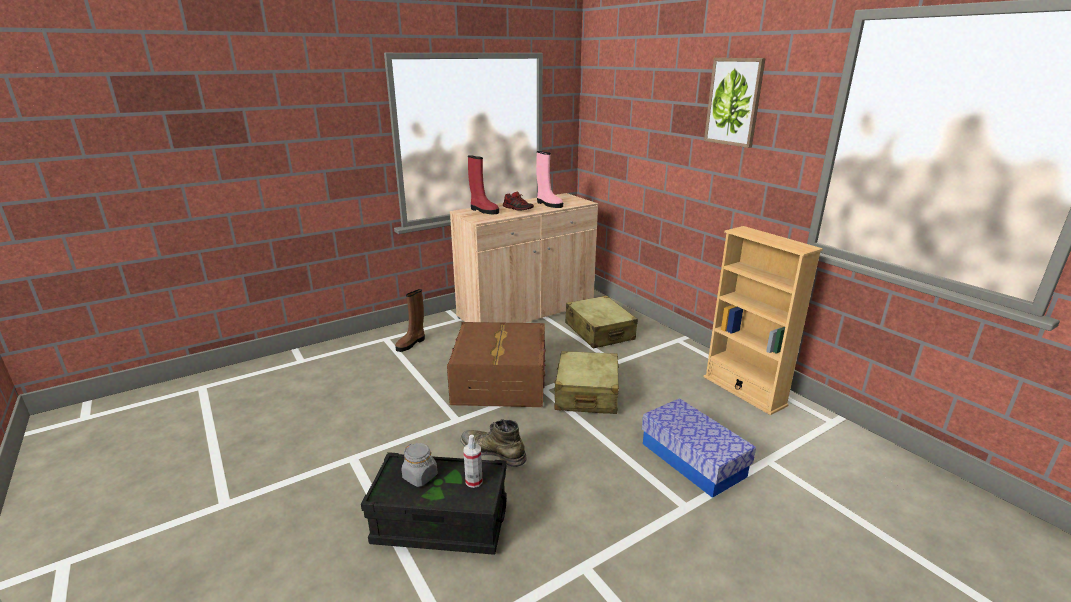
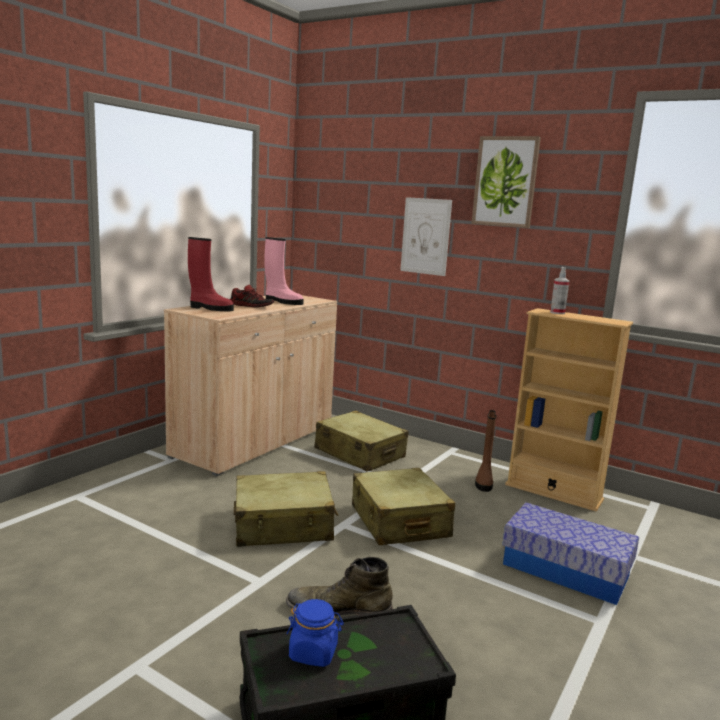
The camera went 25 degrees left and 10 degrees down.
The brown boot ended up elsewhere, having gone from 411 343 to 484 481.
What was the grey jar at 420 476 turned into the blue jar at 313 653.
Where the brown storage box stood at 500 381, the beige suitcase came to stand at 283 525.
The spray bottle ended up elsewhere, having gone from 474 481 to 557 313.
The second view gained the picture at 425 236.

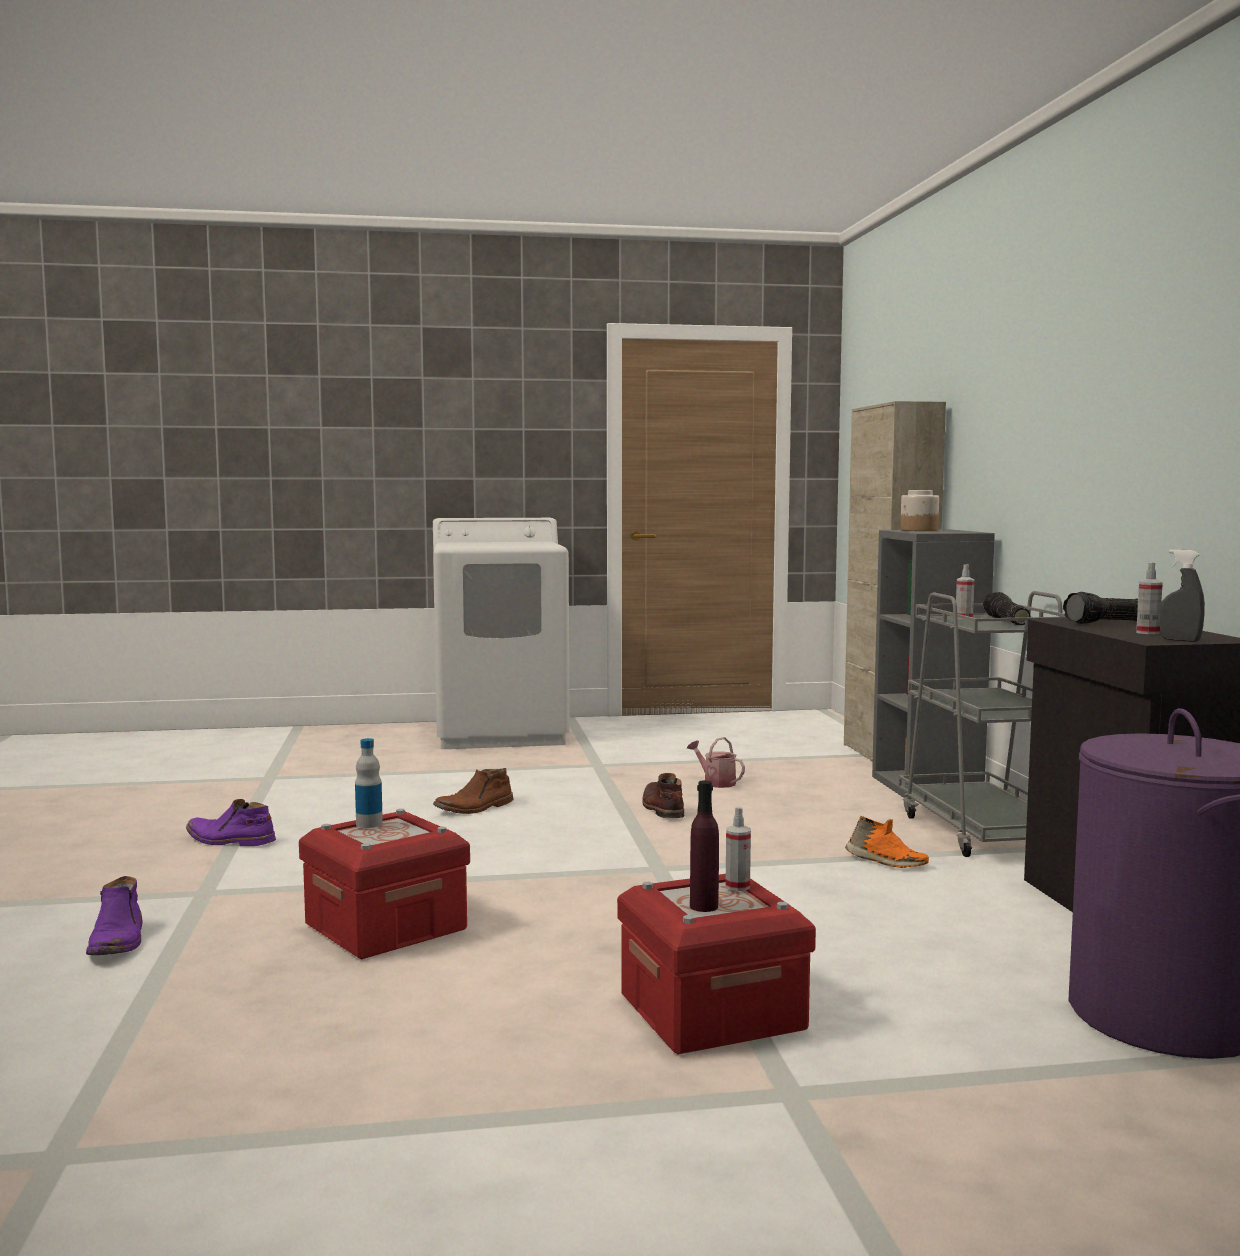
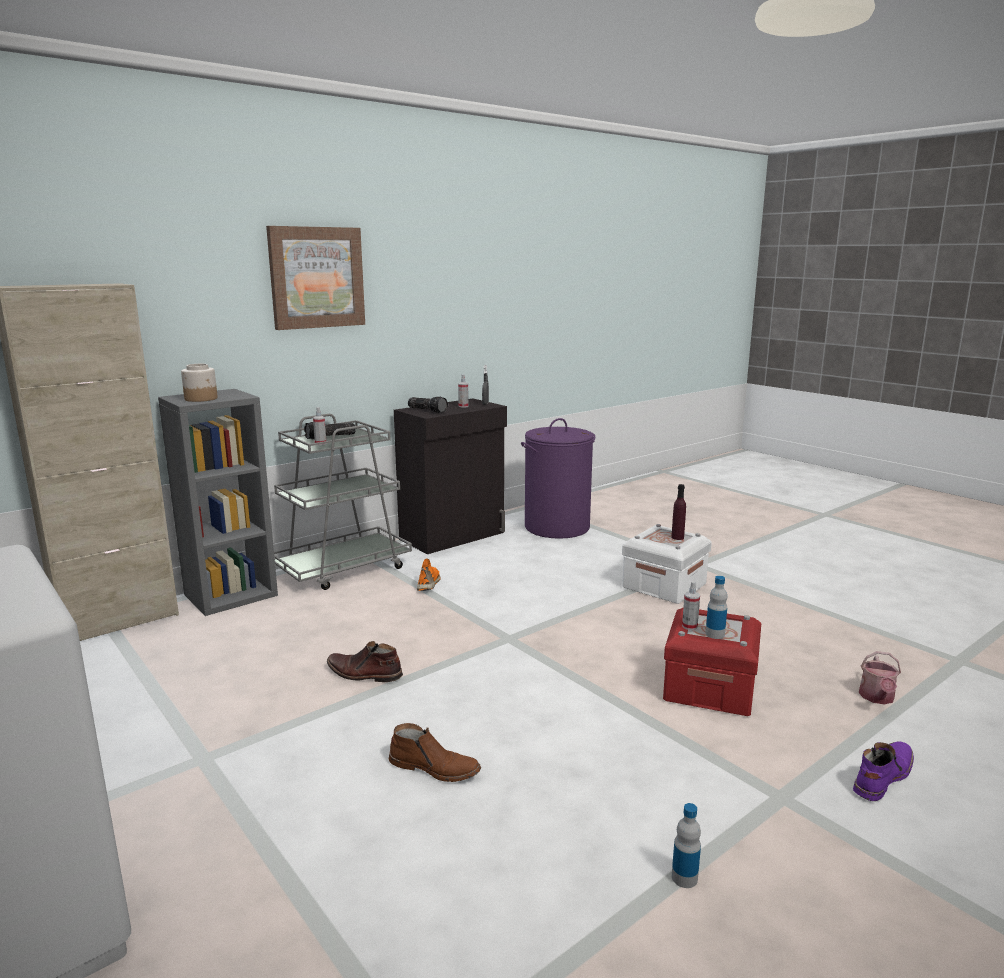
The camera went 120 degrees left and 10 degrees up.
Where the purple boot stood at 229 840, the bottle came to stand at 684 878.
What was the red storage box at 712 1012 turned into the white storage box at 664 585.
The brown boot at 662 808 ended up facing another way, 60 degrees clockwise from before.
The watering can ended up elsewhere, having gone from 716 782 to 877 698.
The spray bottle ended up elsewhere, having gone from 737 886 to 689 626.
The second view gained the picture at 316 277.

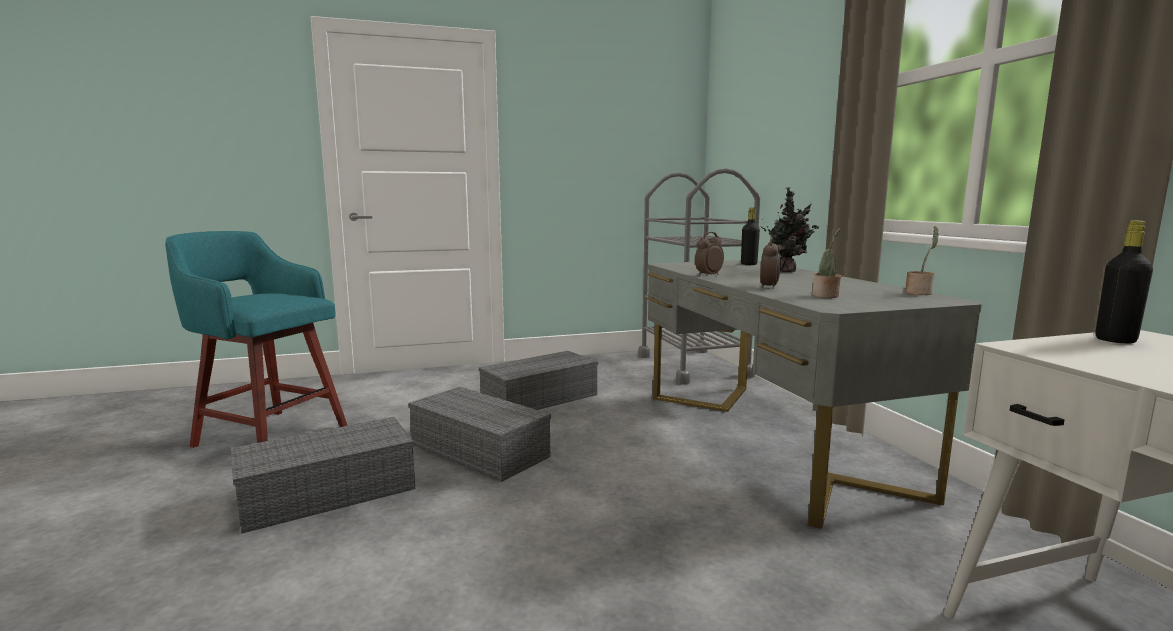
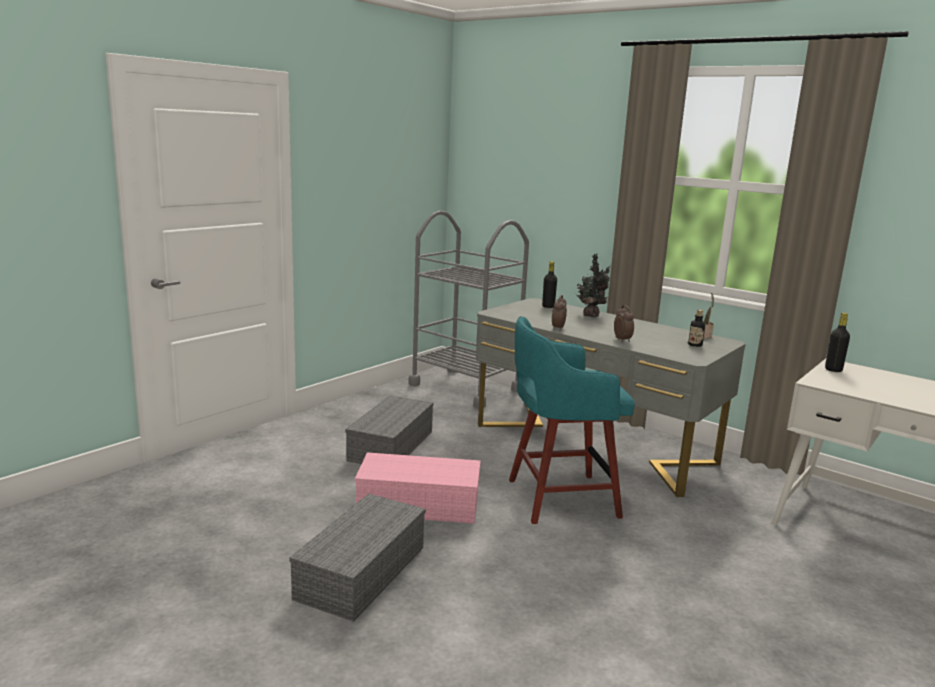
The camera went 35 degrees left and 5 degrees up.
The turquoise stool ended up elsewhere, having gone from 268 435 to 558 498.
What was the grey storage box at 482 450 turned into the pink storage box at 420 503.
The second view lost the potted plant at 826 296.
The second view gained the bottle at 695 345.

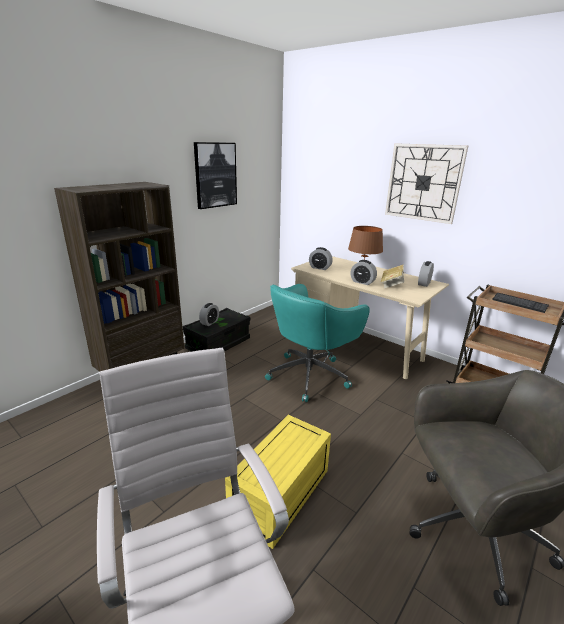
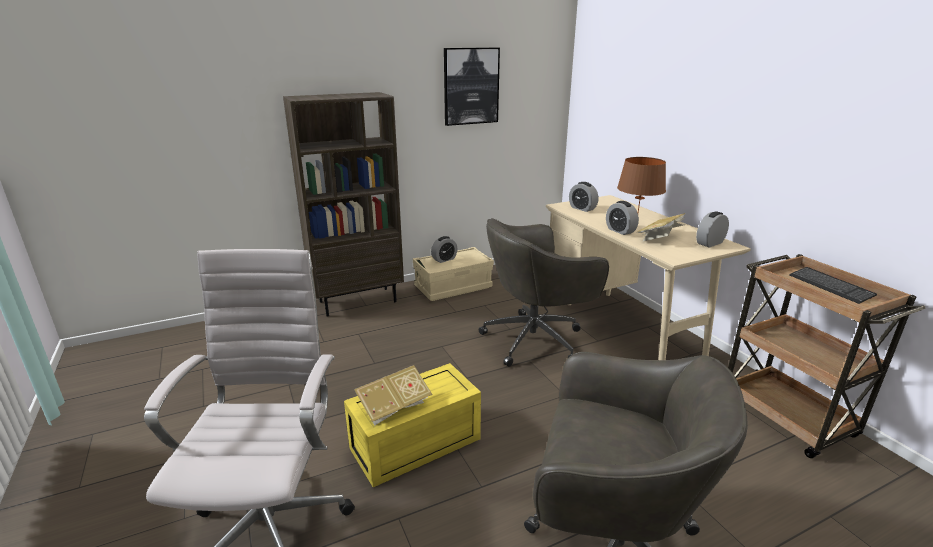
The camera went 25 degrees right and 0 degrees up.
What was the black storage box at 218 344 turned into the beige storage box at 453 287.
What was the turquoise office chair at 310 375 turned into the grey office chair at 536 339.
The second view lost the wall clock at 423 182.
The second view gained the book at 394 407.

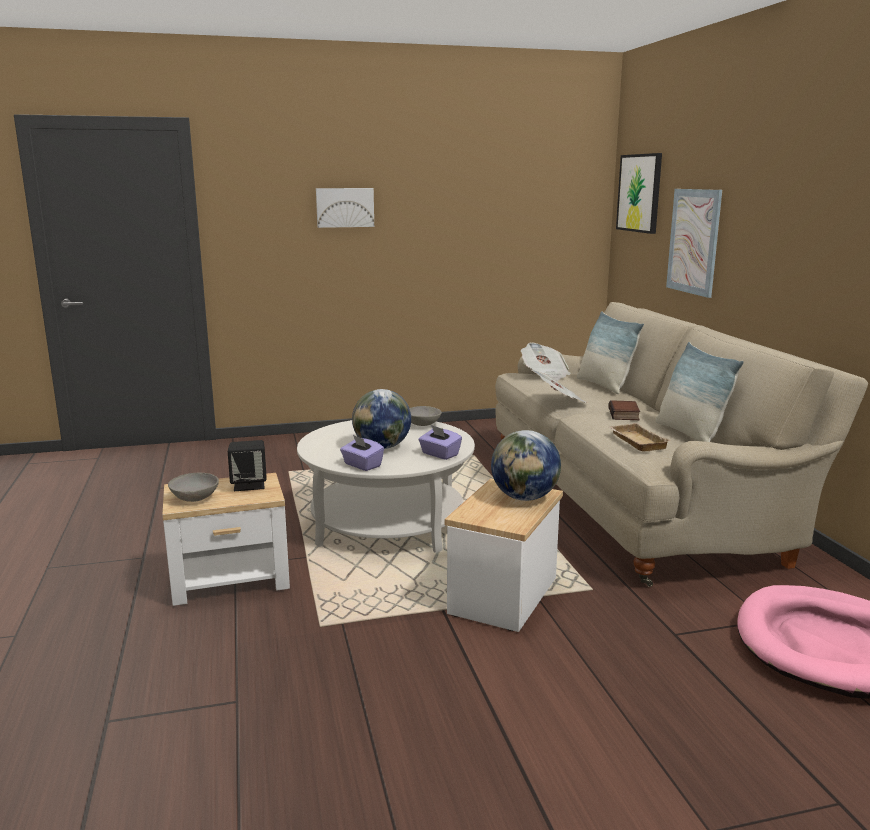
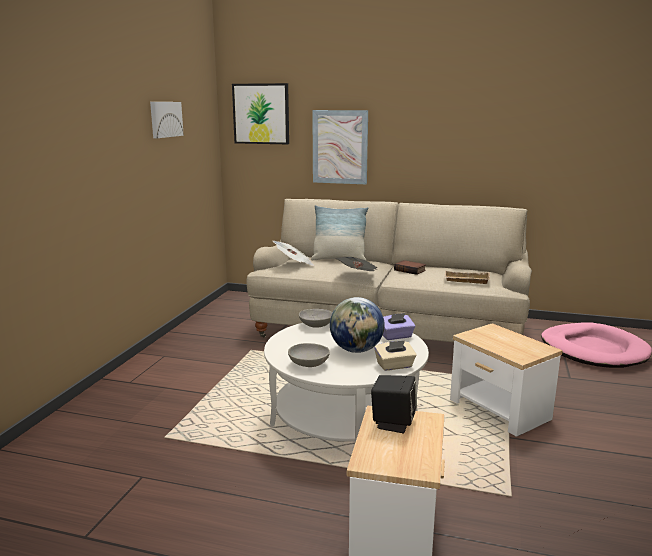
The camera went 60 degrees left and 0 degrees up.
The grey bowl ended up elsewhere, having gone from 195 498 to 308 364.
The picture ended up elsewhere, having gone from 345 207 to 165 119.
What was the purple tissue box at 362 465 turned into the beige tissue box at 395 366.
The second view lost the globe at 525 498.
The second view lost the pillow at 690 434.

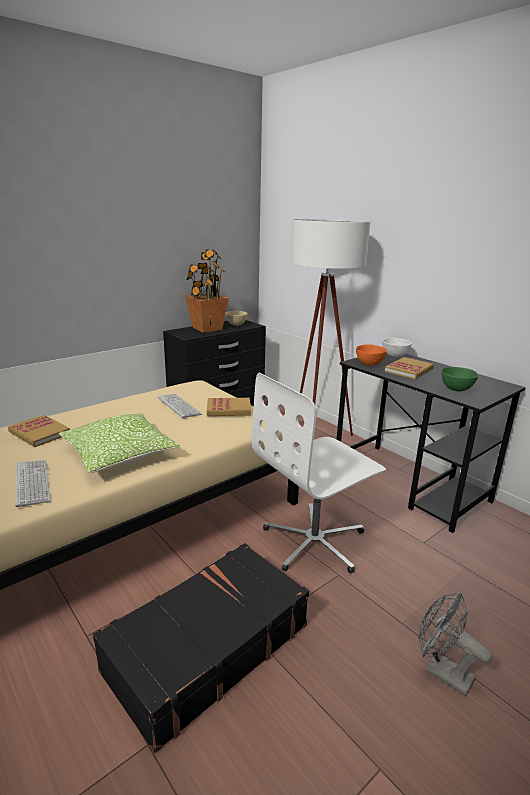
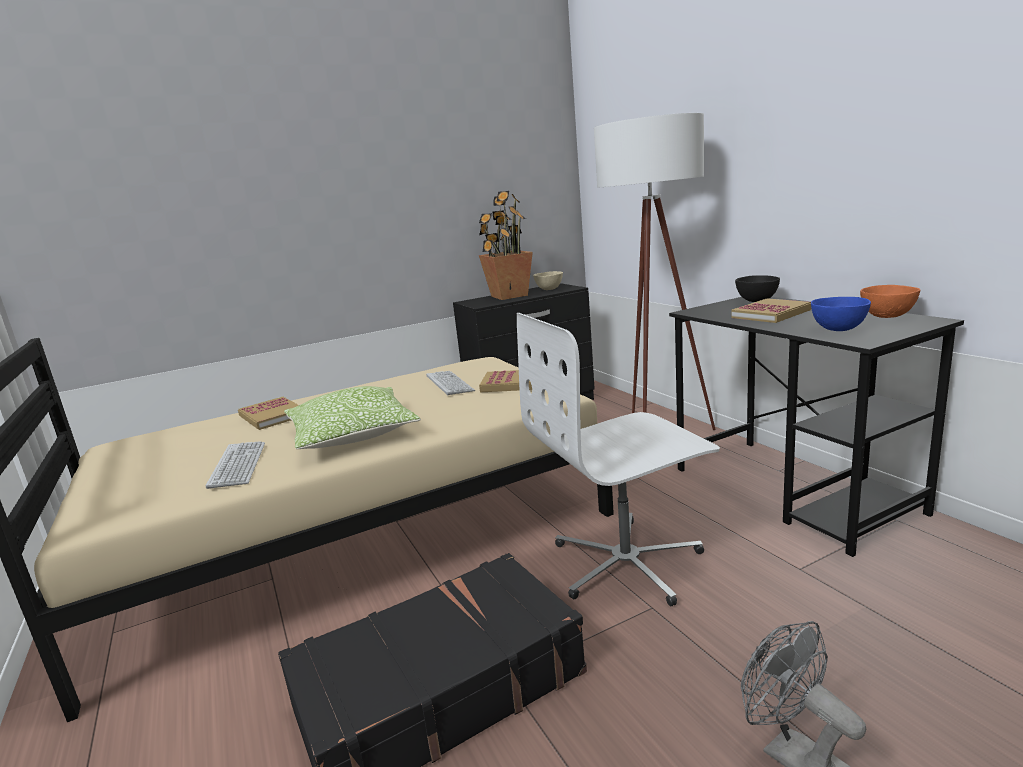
The camera went 15 degrees right and 5 degrees down.
The orange bowl ended up elsewhere, having gone from 370 364 to 888 316.
What was the white bowl at 394 356 turned into the black bowl at 756 301.
What was the green bowl at 456 390 turned into the blue bowl at 838 330.

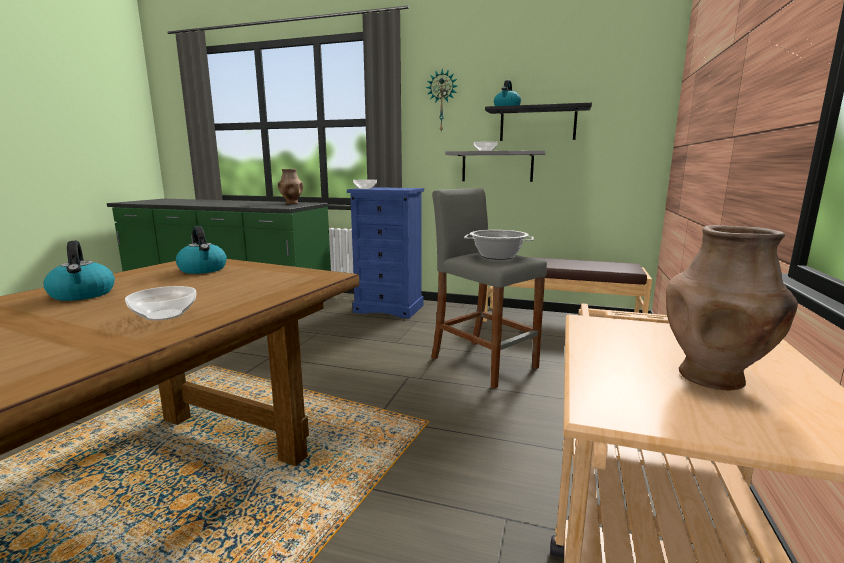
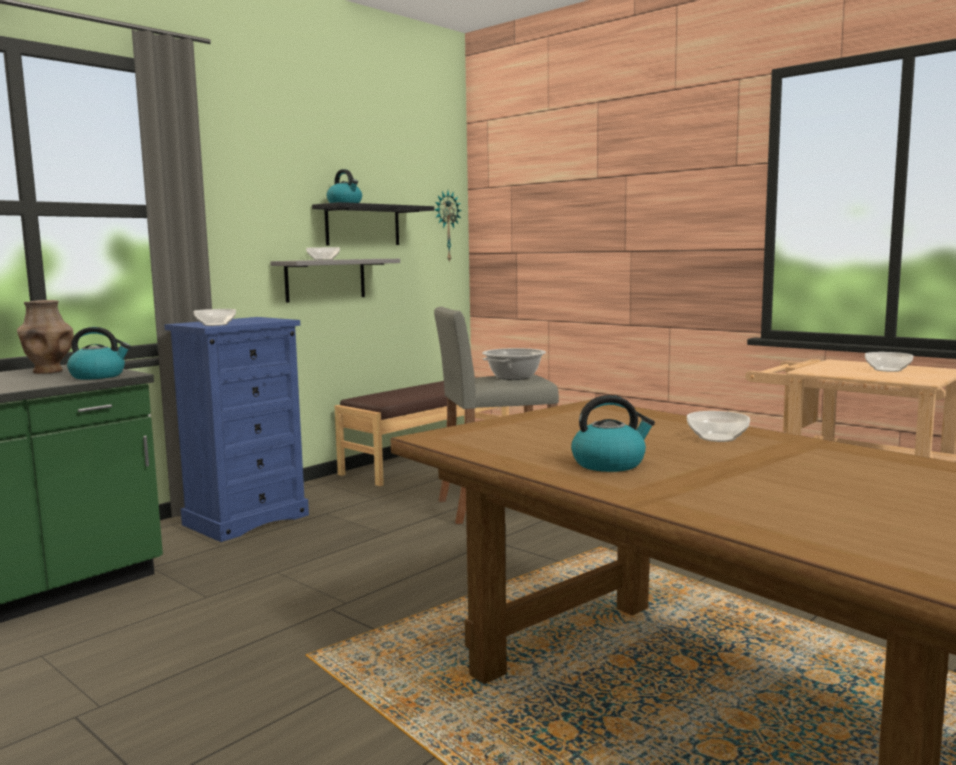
The camera went 65 degrees left and 5 degrees down.
The kettle ended up elsewhere, having gone from 203 270 to 99 376.
The wall clock ended up elsewhere, having gone from 442 101 to 446 226.
Where the brown vase stood at 713 377, the bowl came to stand at 888 370.

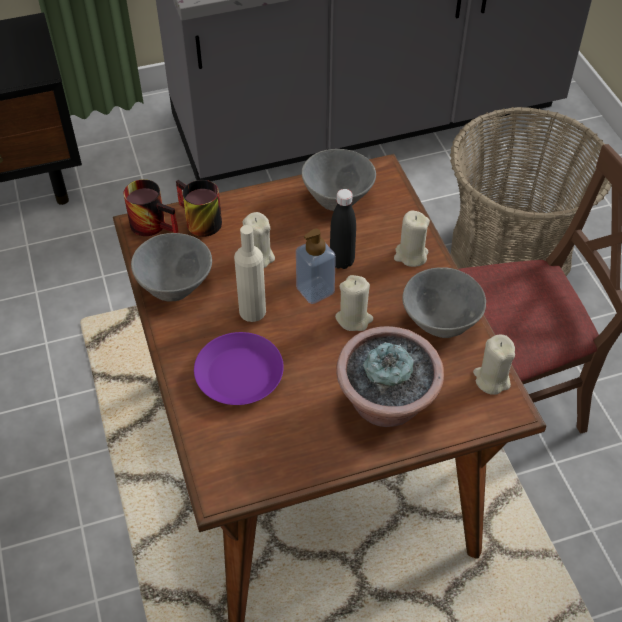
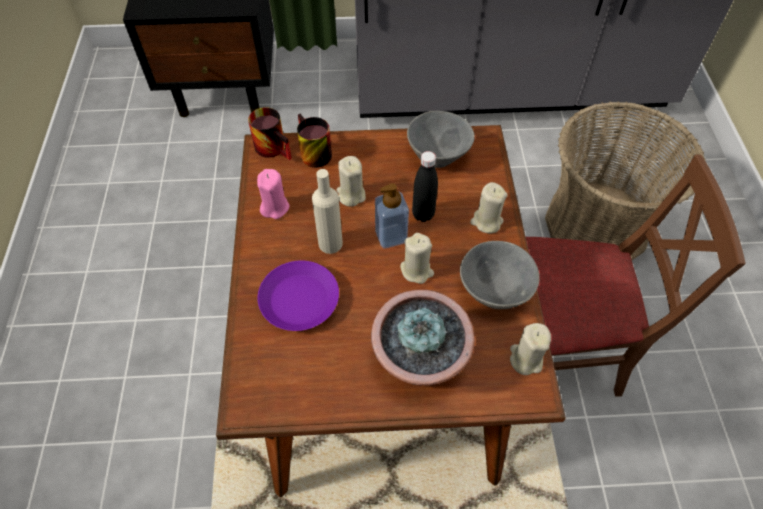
The camera went 15 degrees right and 5 degrees up.
Where the grey bowl stood at 177 286, the pink candle came to stand at 274 207.

